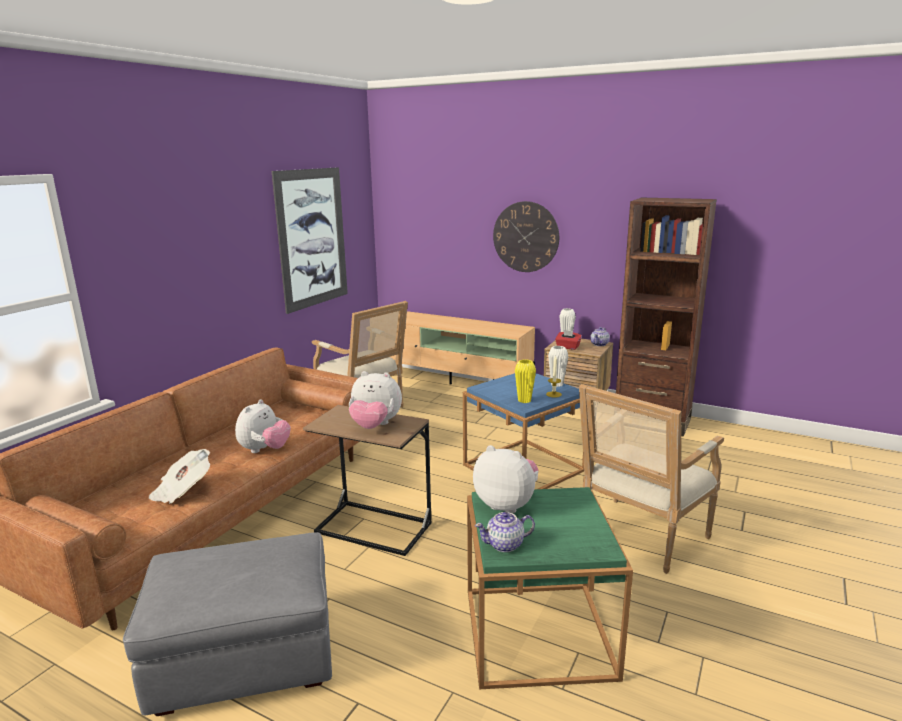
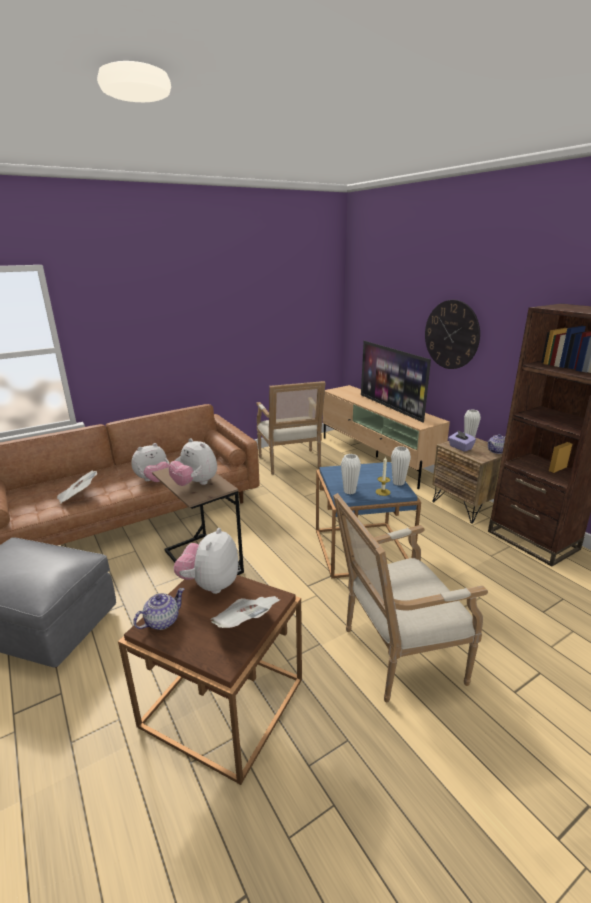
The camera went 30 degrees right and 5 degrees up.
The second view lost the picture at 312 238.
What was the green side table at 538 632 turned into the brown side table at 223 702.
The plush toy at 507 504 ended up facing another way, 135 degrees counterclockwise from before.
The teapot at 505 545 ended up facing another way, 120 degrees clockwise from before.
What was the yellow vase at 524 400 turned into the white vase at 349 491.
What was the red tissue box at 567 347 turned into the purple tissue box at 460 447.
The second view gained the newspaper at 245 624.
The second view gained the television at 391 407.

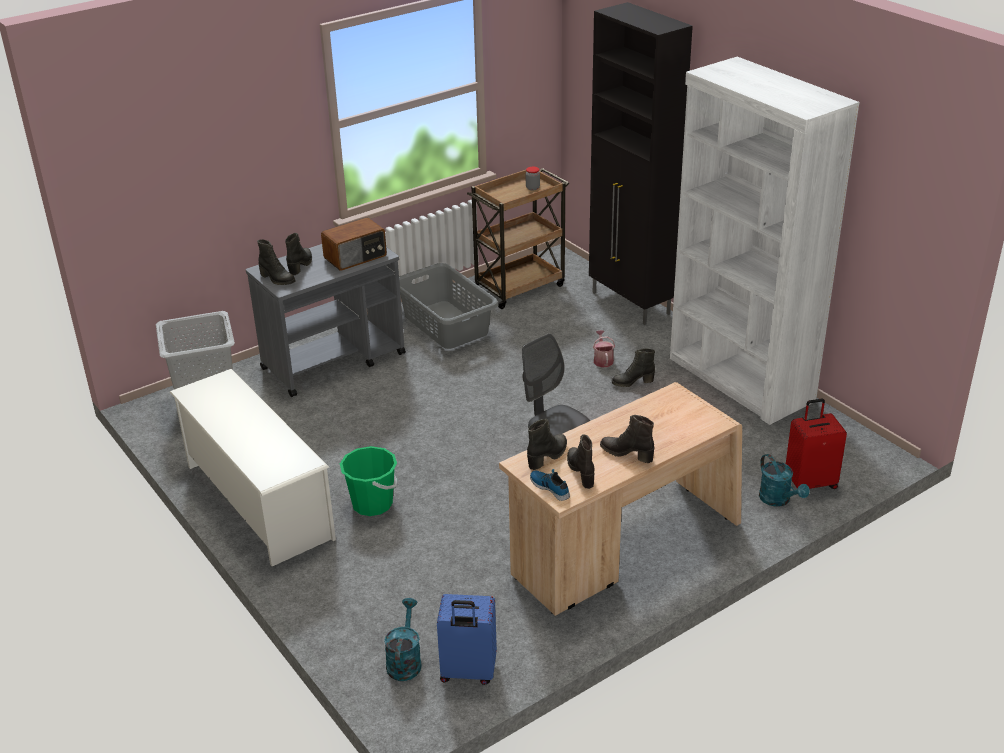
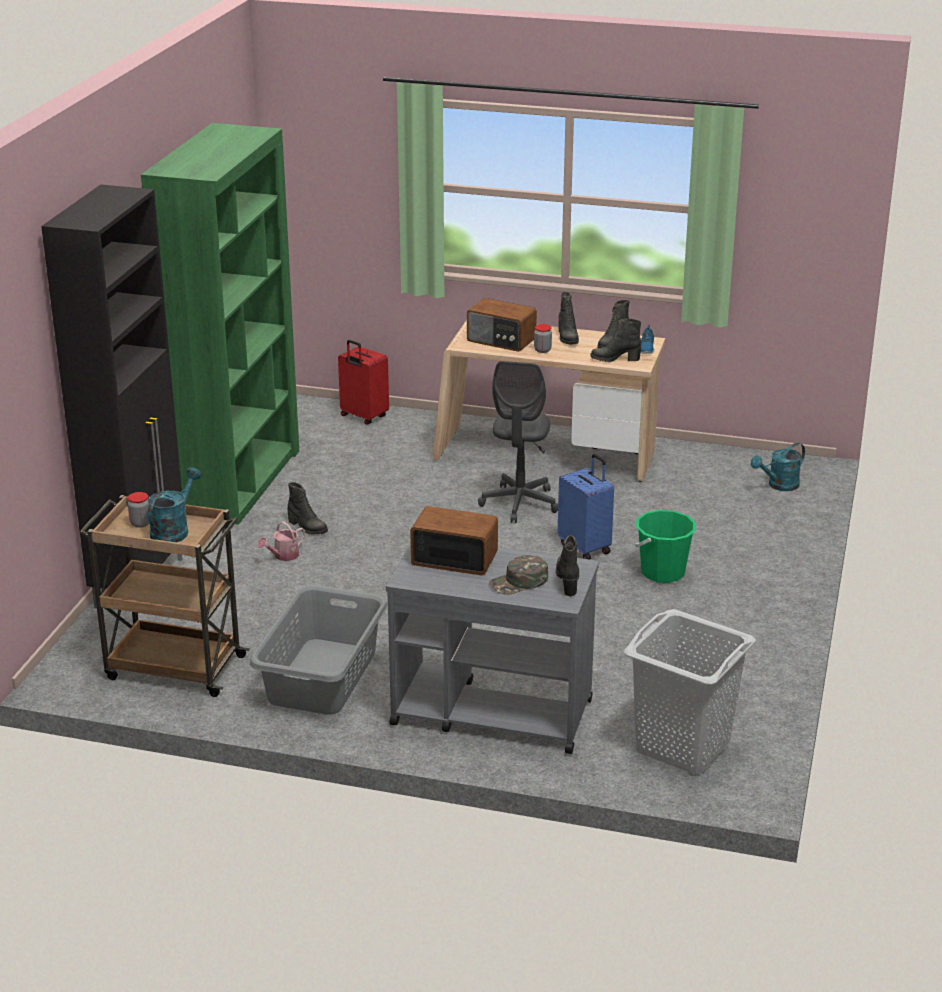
The camera went 130 degrees left and 5 degrees down.
The second view lost the white shoe rack at 258 501.
Where the black boot stood at 301 265, the green cap came to stand at 519 582.
The blue suitcase ended up elsewhere, having gone from 468 672 to 585 548.
What was the white bookcase at 740 380 turned into the green bookcase at 238 481.
The turquoise watering can ended up elsewhere, having gone from 778 500 to 173 530.
The second view gained the radio at 501 340.
The second view gained the jar at 542 350.

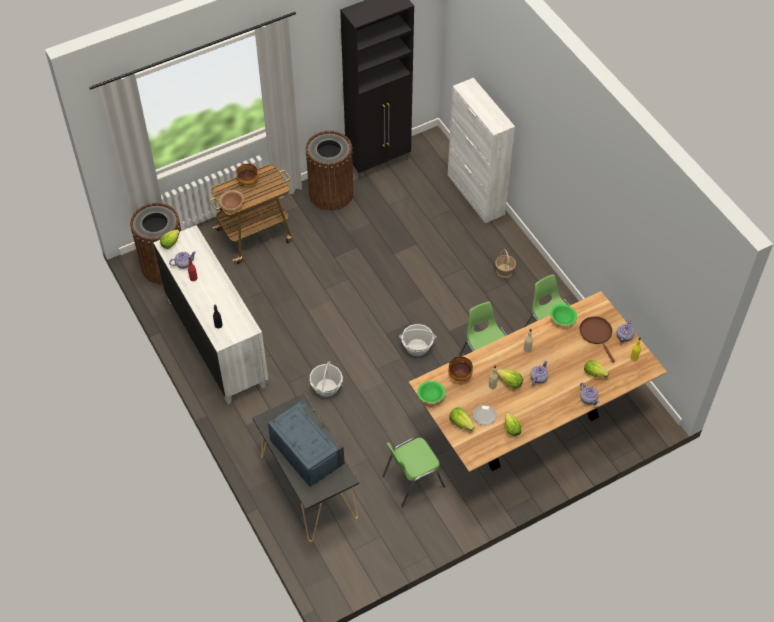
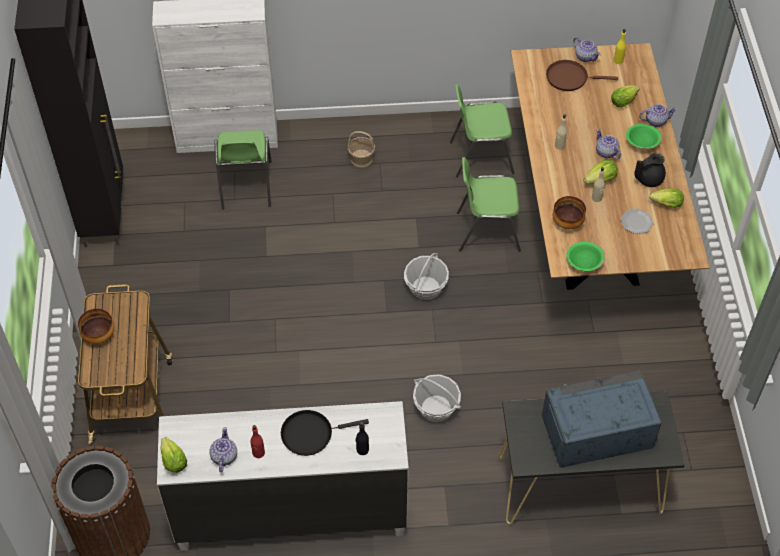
The camera went 65 degrees left and 0 degrees up.
The second view lost the brown bowl at 232 204.
The second view lost the brown trash can at 331 193.
The green chair ended up elsewhere, having gone from 412 481 to 245 186.
The second view lost the lettuce at 461 423.
The green bowl ended up elsewhere, having gone from 562 319 to 642 143.
The second view gained the black frying pan at 310 434.
The second view gained the black teapot at 648 179.

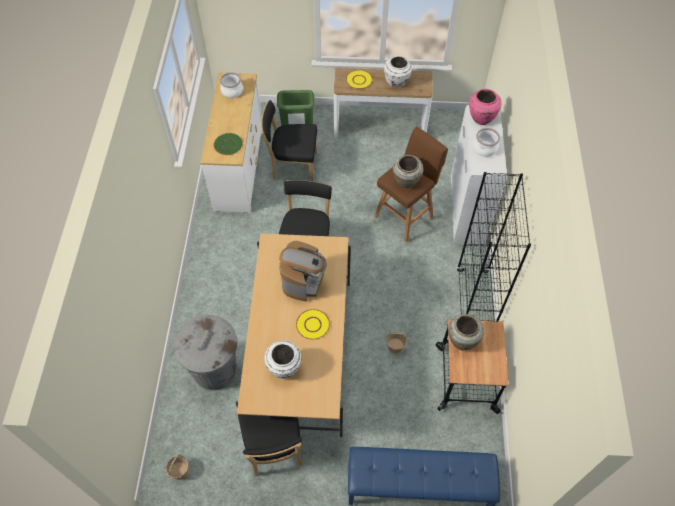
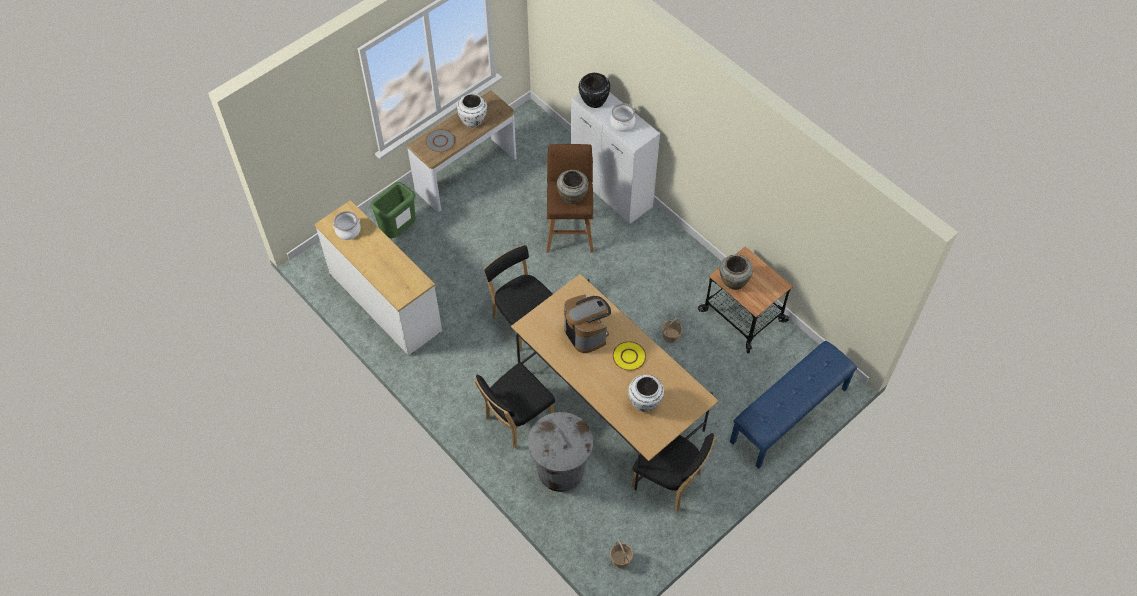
The camera went 45 degrees left and 0 degrees up.
The second view lost the green plate at 228 144.
The black chair ended up elsewhere, having gone from 292 166 to 516 420.
What was the yellow plate at 359 80 turned into the grey plate at 440 141.
The second view lost the black bookcase at 474 302.
What was the pink vase at 481 117 turned into the black vase at 593 101.

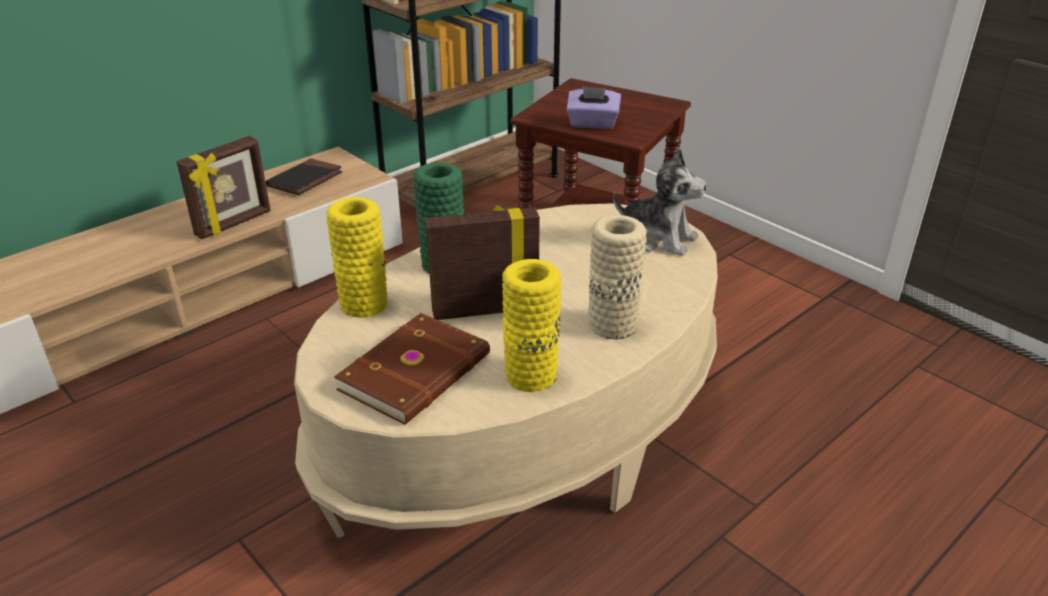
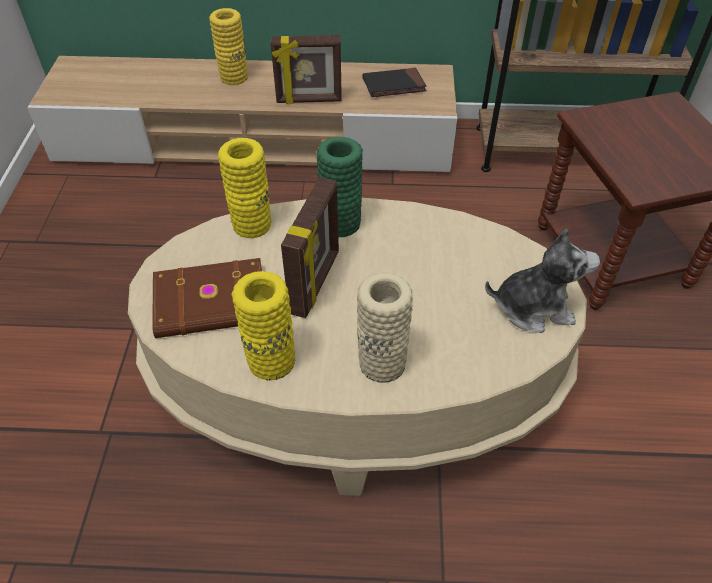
The camera went 45 degrees right and 15 degrees up.
The picture frame at 485 309 ended up facing another way, 75 degrees clockwise from before.
The second view lost the purple tissue box at 592 124.
The plush toy at 658 238 ended up facing another way, 75 degrees counterclockwise from before.
The second view gained the yellow vase at 234 77.

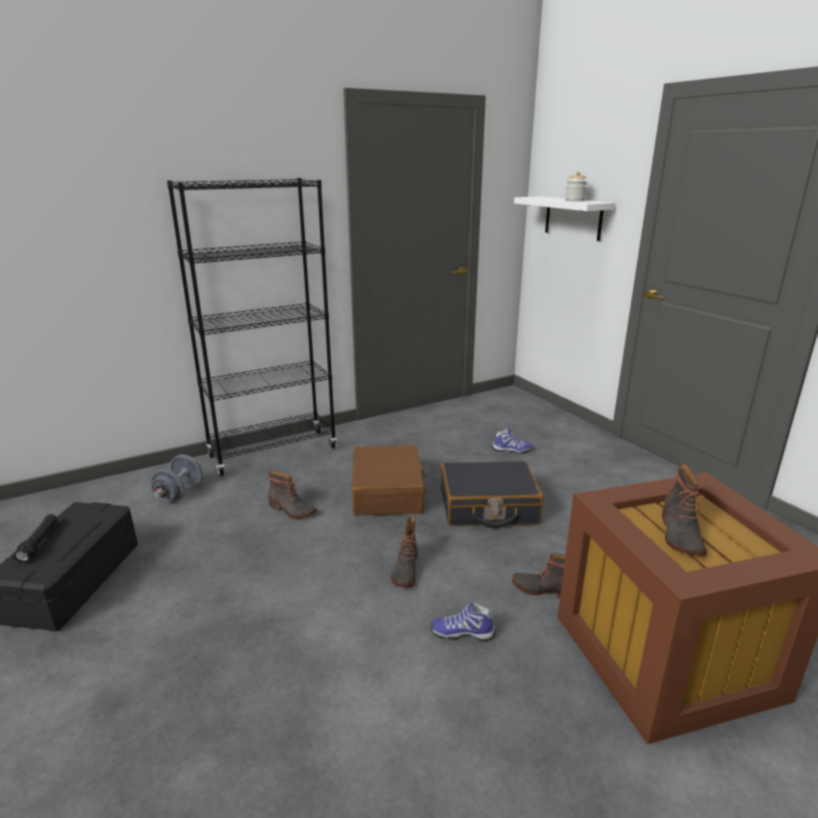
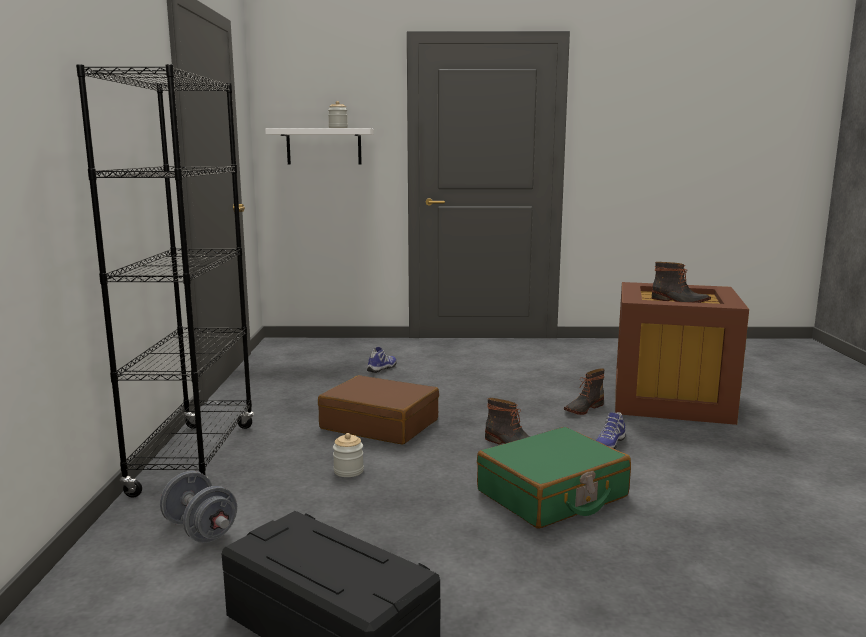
The camera went 60 degrees left and 10 degrees down.
The second view lost the black flashlight at 38 543.
Where the boot stood at 291 510, the jar came to stand at 348 471.
The second view lost the black suitcase at 488 507.
The second view gained the green suitcase at 552 494.

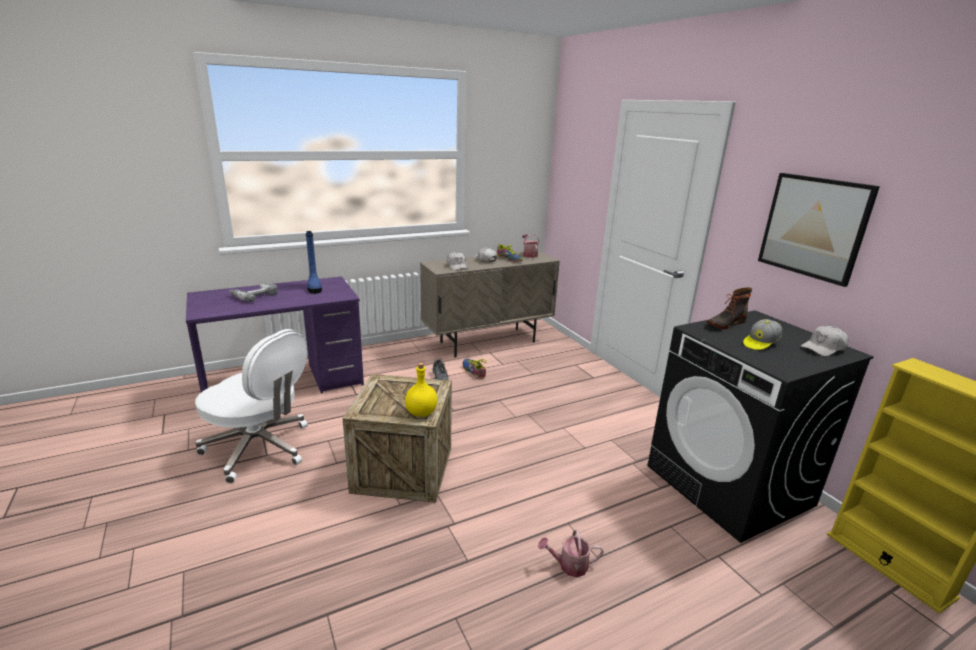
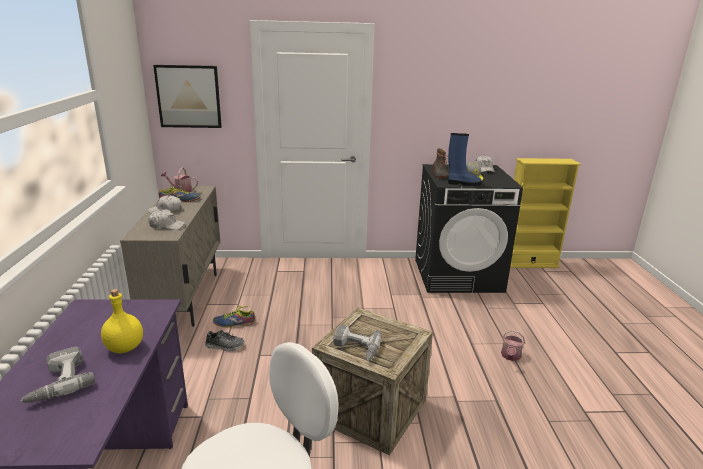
The camera went 65 degrees left and 0 degrees up.
The blue boot ended up elsewhere, having gone from 314 287 to 463 183.
The yellow bottle ended up elsewhere, having gone from 421 412 to 124 347.
The picture ended up elsewhere, having gone from 813 227 to 188 96.
The second view gained the power drill at 355 348.

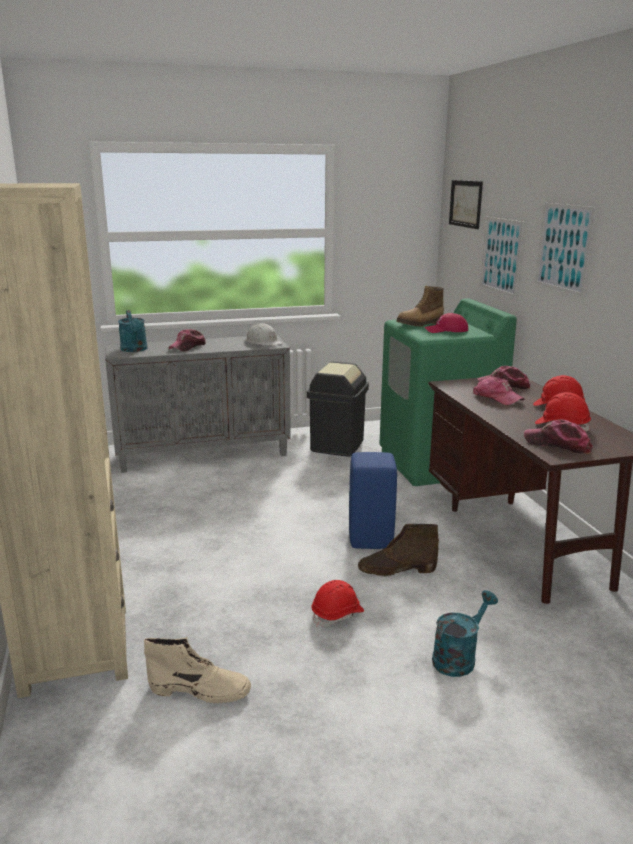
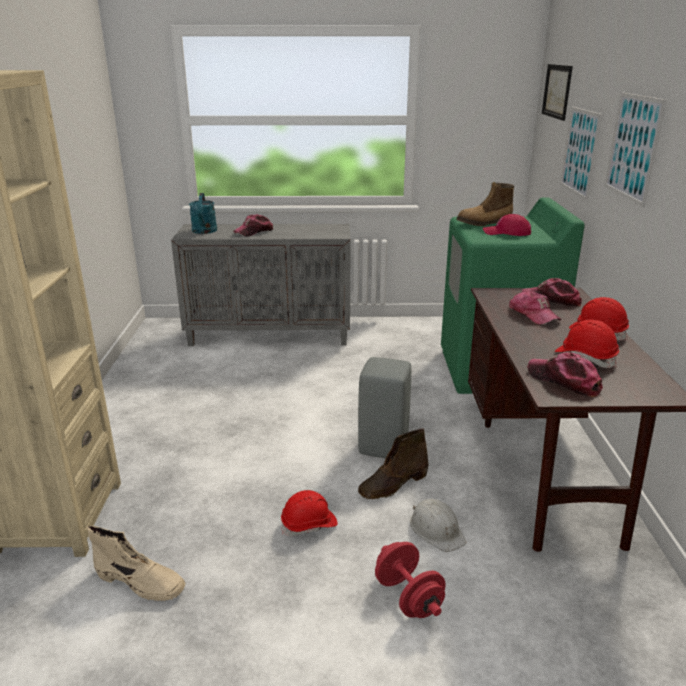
The camera went 15 degrees right and 5 degrees up.
The white hard hat ended up elsewhere, having gone from 263 342 to 436 529.
The second view lost the black trash can at 336 445.
What was the blue stool at 369 539 turned into the grey stool at 382 447.
The brown boot at 396 570 ended up facing another way, 45 degrees counterclockwise from before.
Where the turquoise watering can stood at 458 657, the red dumbbell came to stand at 408 597.

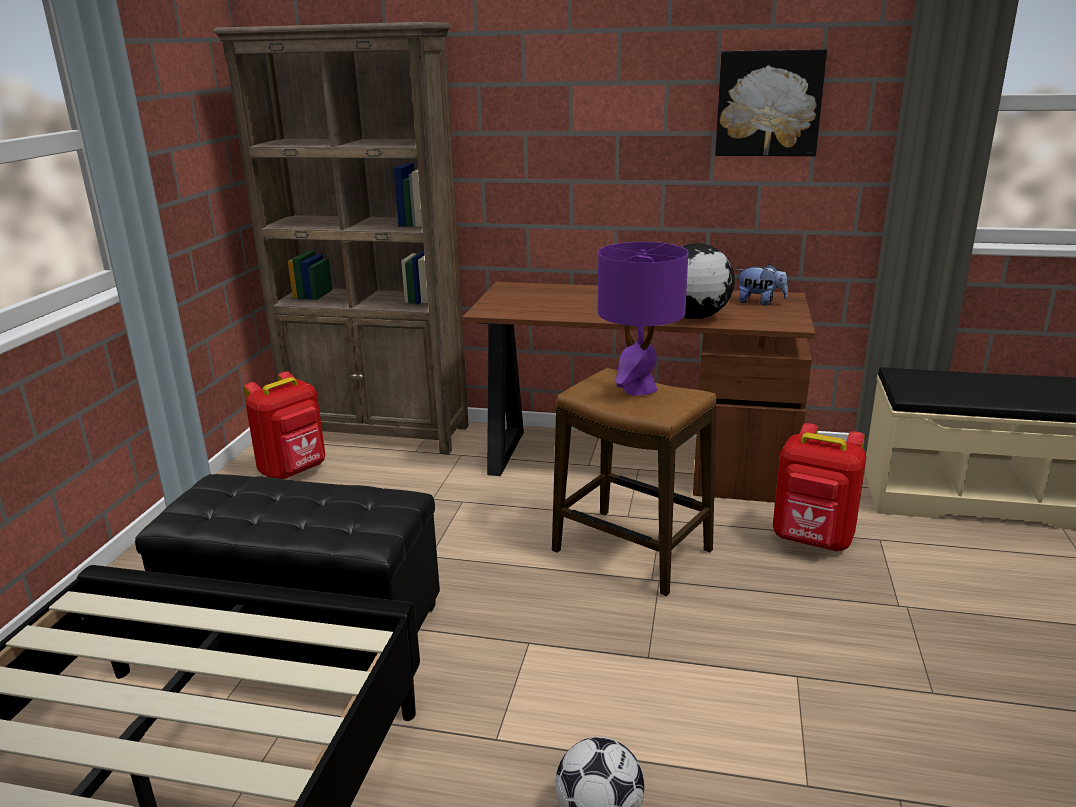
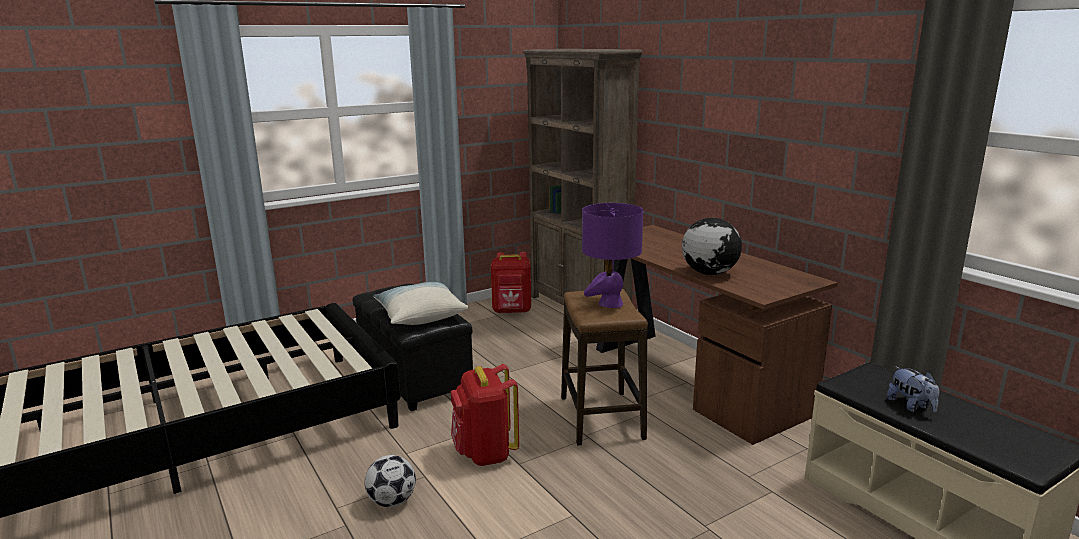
The camera went 45 degrees right and 5 degrees down.
The second view lost the picture at 768 103.
The plush toy ended up elsewhere, having gone from 760 302 to 911 406.
The red backpack ended up elsewhere, having gone from 812 540 to 485 454.
The second view gained the pillow at 420 316.

